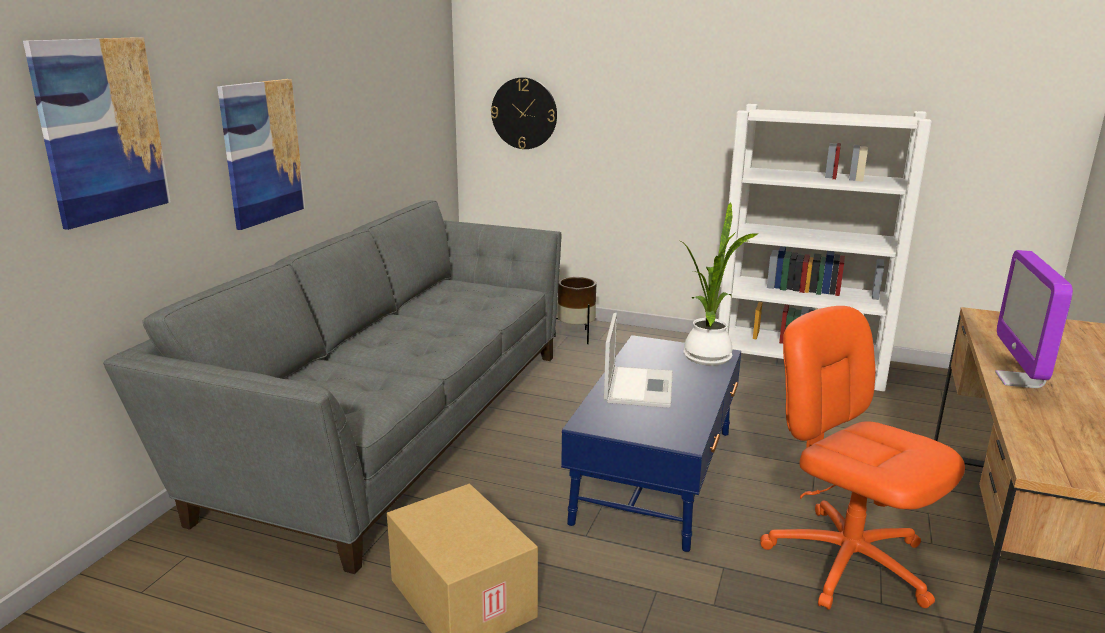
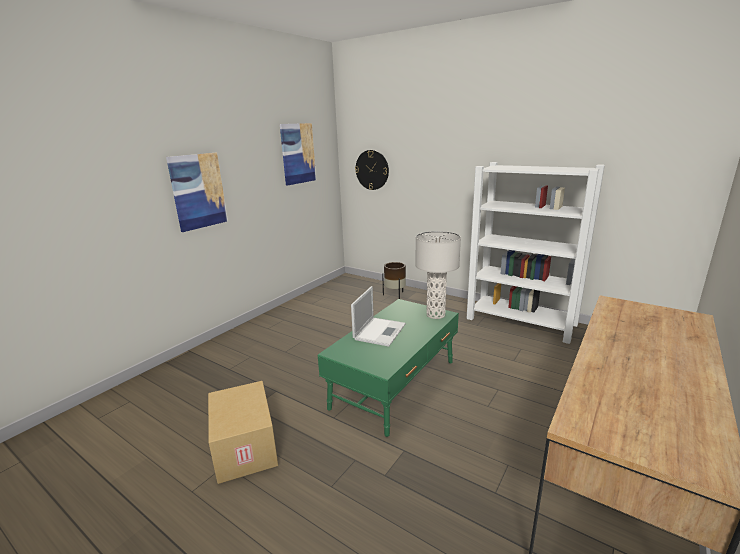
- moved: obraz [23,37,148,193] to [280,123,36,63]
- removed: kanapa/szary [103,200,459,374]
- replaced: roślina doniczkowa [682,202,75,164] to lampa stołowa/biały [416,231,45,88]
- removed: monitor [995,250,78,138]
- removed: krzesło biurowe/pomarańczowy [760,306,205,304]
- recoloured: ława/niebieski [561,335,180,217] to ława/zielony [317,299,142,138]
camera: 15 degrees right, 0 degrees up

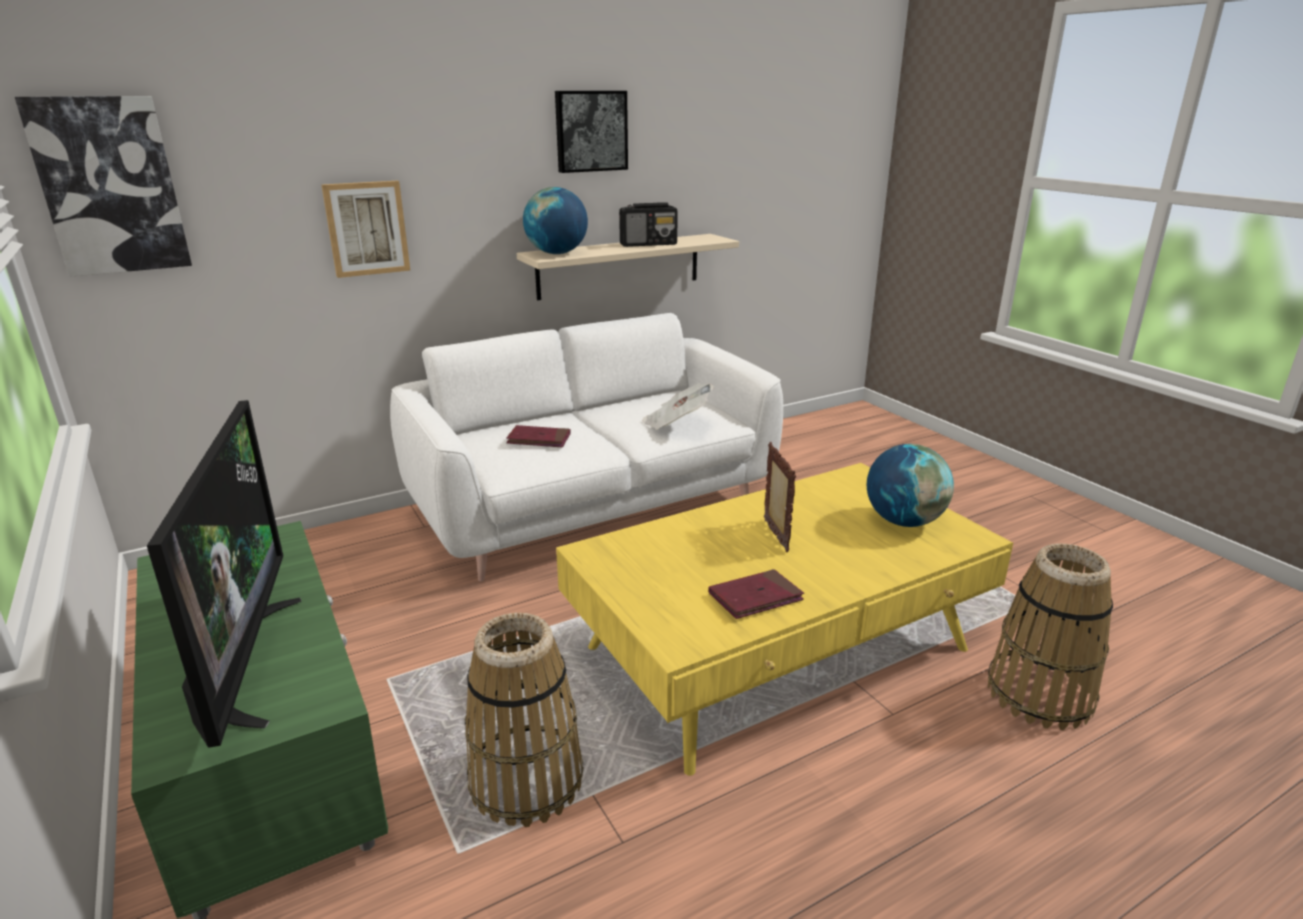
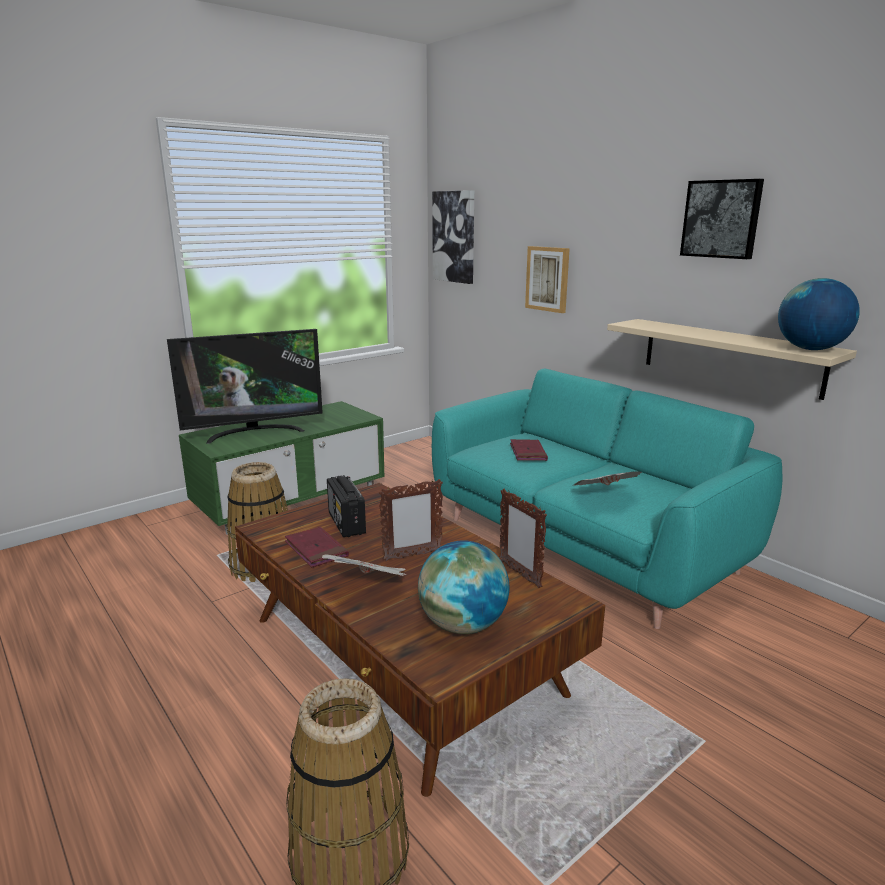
- moved: globus [523,187,65,67] to [778,278,82,72]
- moved: radio [619,202,59,45] to [327,475,39,62]
- recoloured: kanapa/biały [390,313,393,268] to kanapa/turkusowy [432,369,350,260]
- recoloured: ława/żółty [556,463,457,313] to ława/brązowy [235,483,370,314]
- added: ramka na zdjęcie [499,489,48,99]
- added: gazeta [322,554,85,22]
camera: 80 degrees right, 5 degrees down

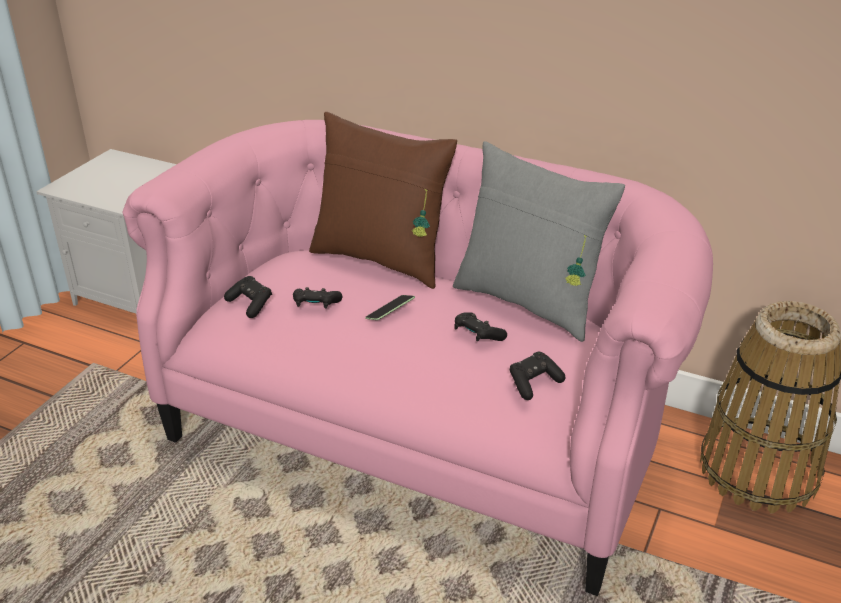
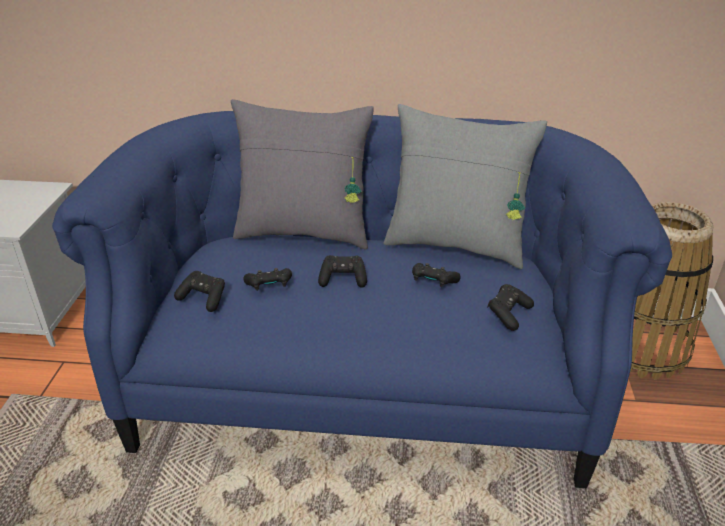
- recoloured: poduszka/brązowy [309,112,148,177] to poduszka/szary [231,99,143,151]
- recoloured: kanapa/różowy [123,120,590,476] to kanapa/niebieski [52,111,620,377]
- replaced: telefon [365,295,50,25] to pad do gier/czarny [318,255,49,33]
camera: 20 degrees left, 0 degrees up

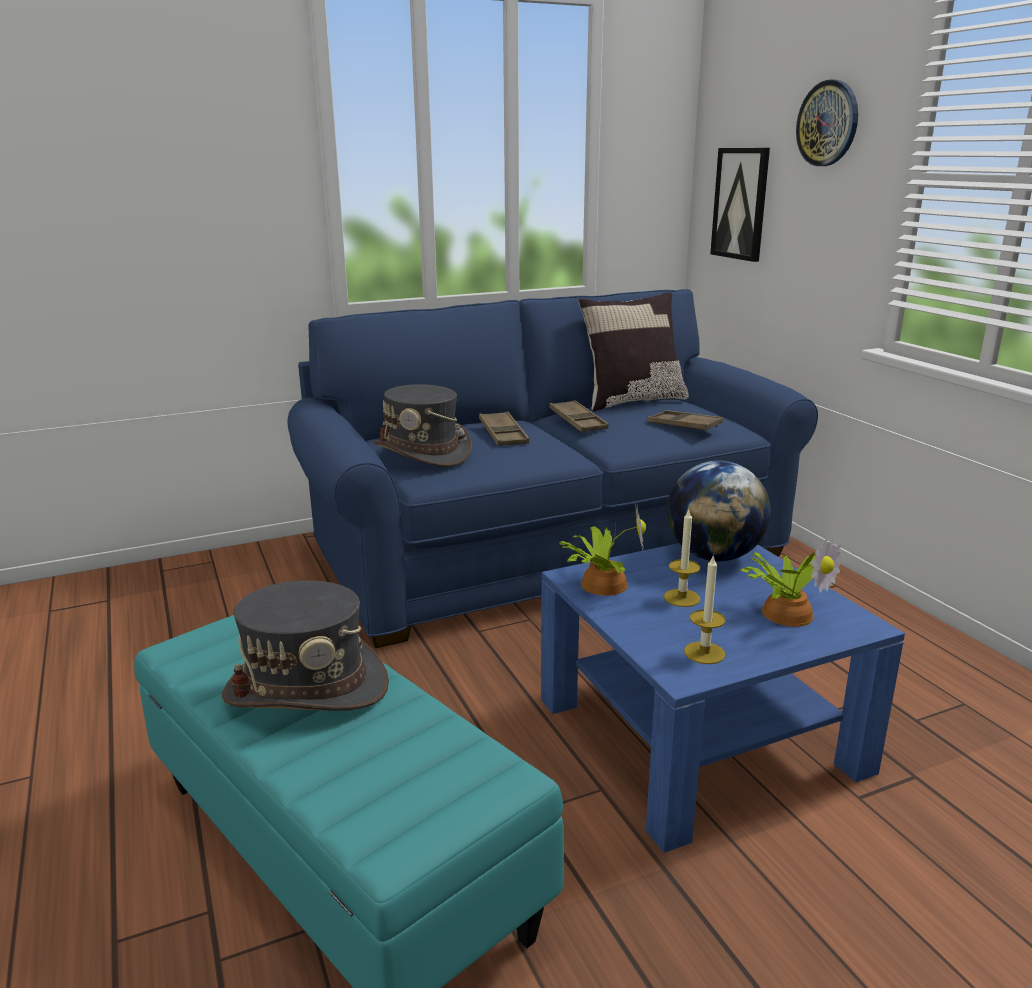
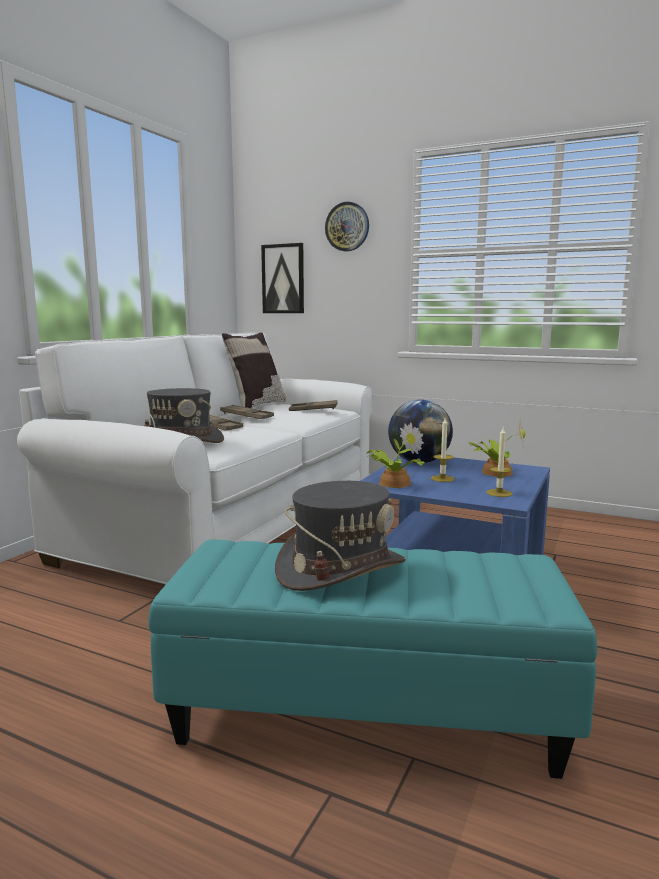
- recoloured: kanapa/niebieski [287,289,531,359] to kanapa/biały [17,332,356,252]
camera: 40 degrees left, 10 degrees down

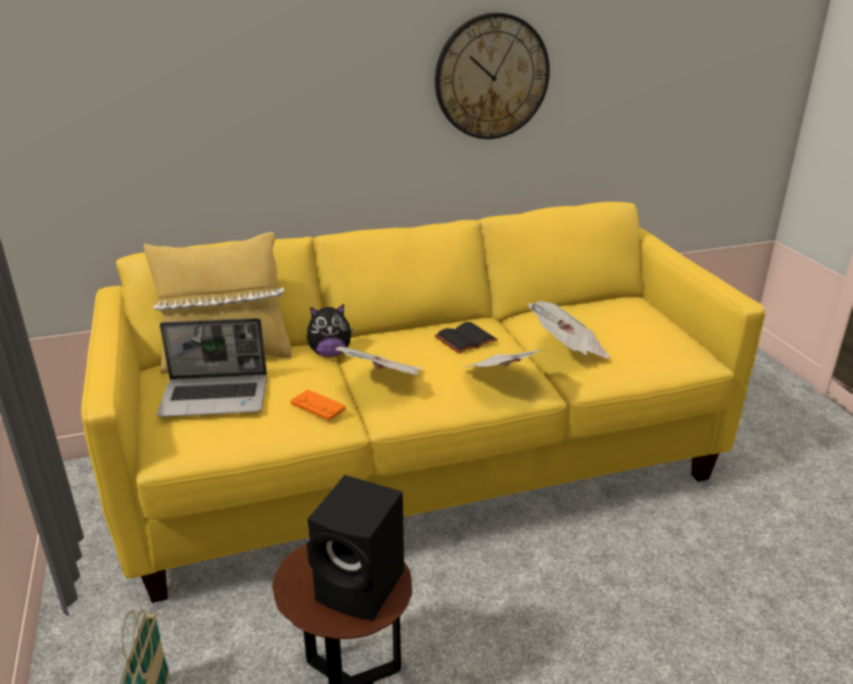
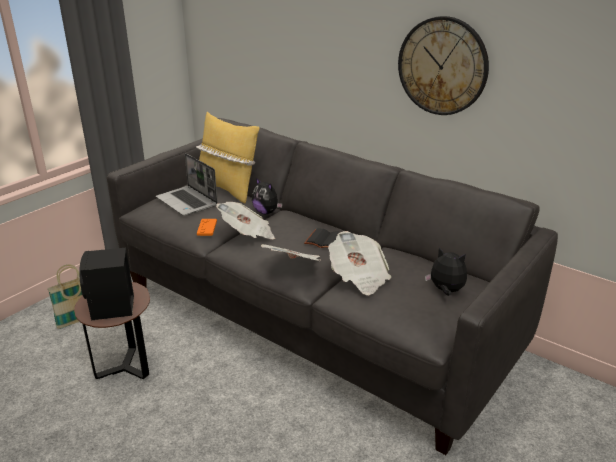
- recoloured: kanapa/żółty [81,202,684,401] to kanapa/szary [107,118,451,337]
- added: pluszak [425,247,42,49]
camera: 55 degrees right, 0 degrees up

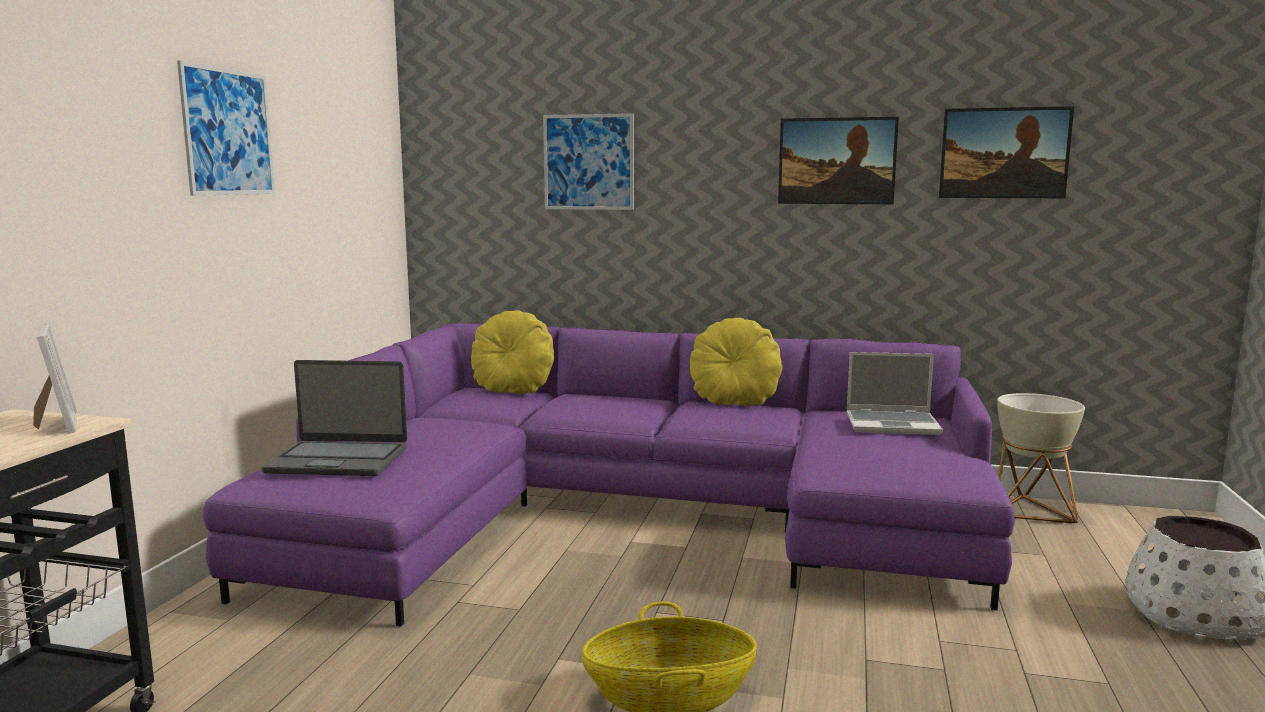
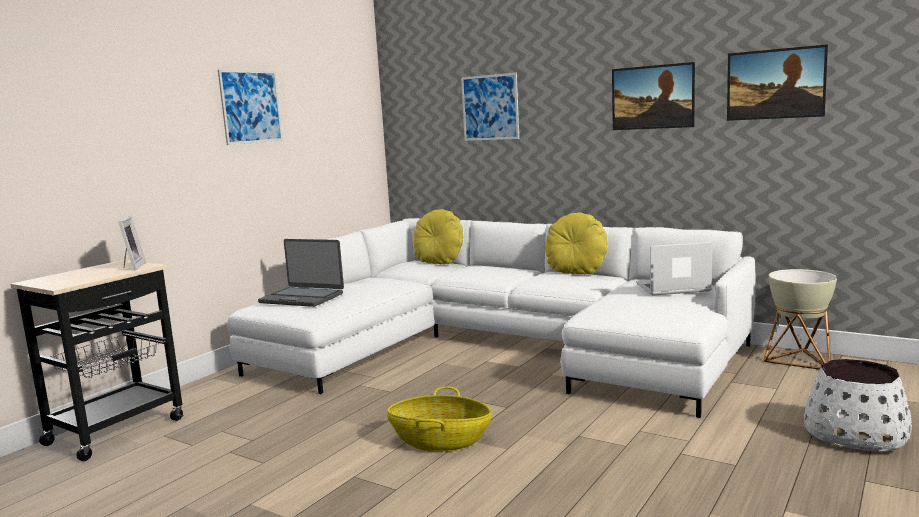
- recoloured: kanapa/fioletowy [203,323,812,304] to kanapa/biały [227,218,529,200]
- turned: laptop [846,352,97,83] = [636,242,76,54] 150 degrees clockwise
camera: 20 degrees right, 0 degrees up

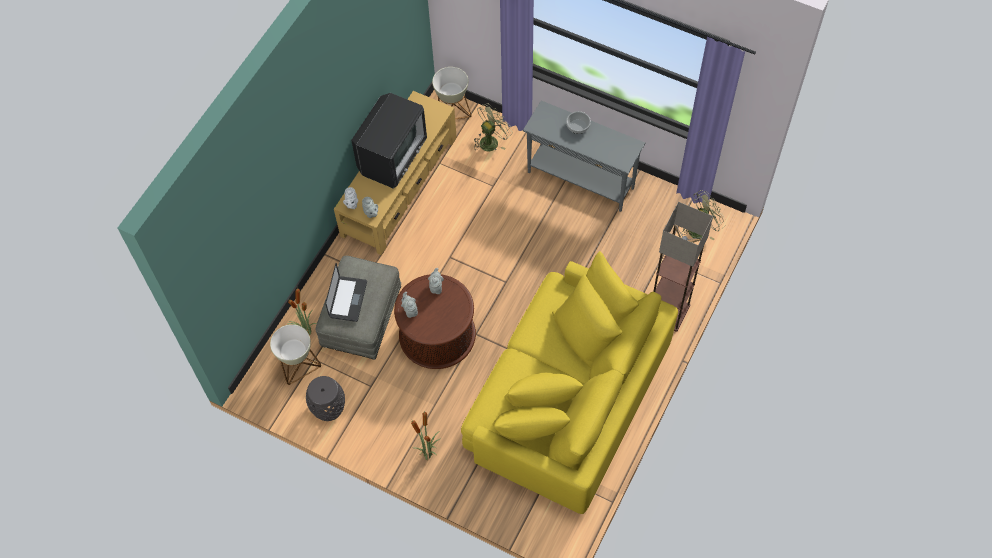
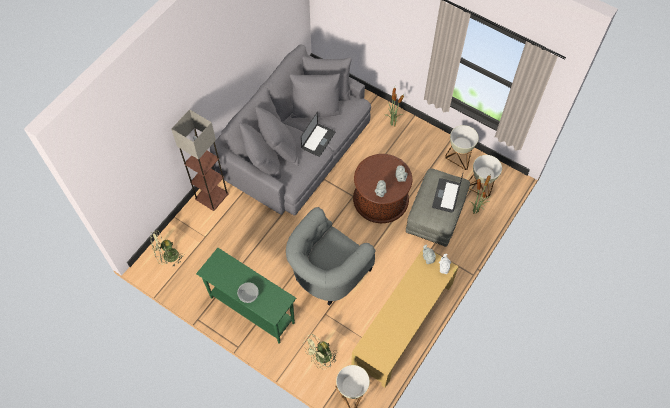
- removed: telewizor [351,93,76,96]
- recoloured: stolik konsolowy/szary [523,100,122,112] to stolik konsolowy/zielony [196,248,100,96]
- recoloured: kanapa/żółty [461,251,217,263] to kanapa/szary [210,44,161,172]
- replaced: stołek/szary [306,376,39,45] to donica [445,125,34,45]
- added: laptop [301,112,34,45]
- added: fotel/szary [286,207,89,99]
camera: 175 degrees left, 0 degrees up

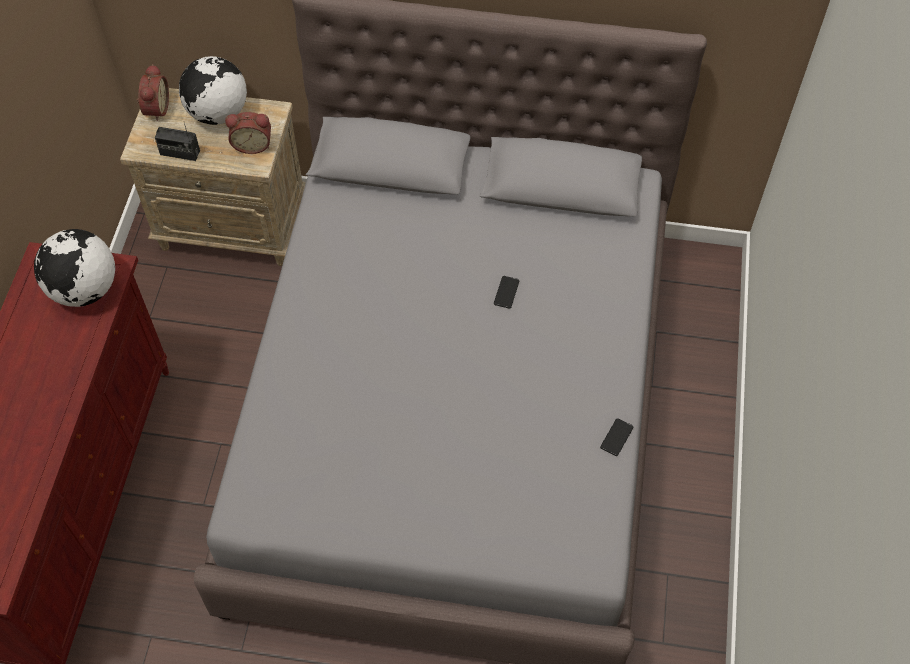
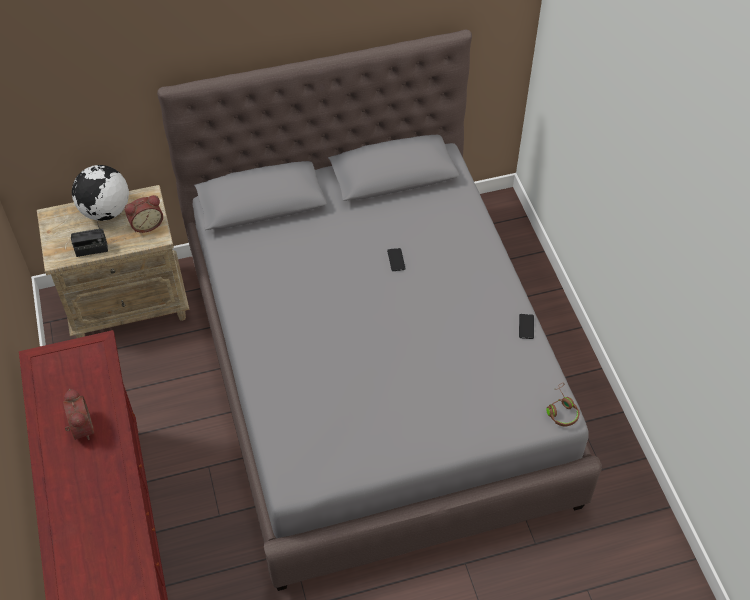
- moved: budzik [137,64,32,58] to [63,389,31,51]
- removed: globus [34,229,81,78]
- added: słuchawki/brązowy [546,383,33,44]
camera: 25 degrees left, 5 degrees down

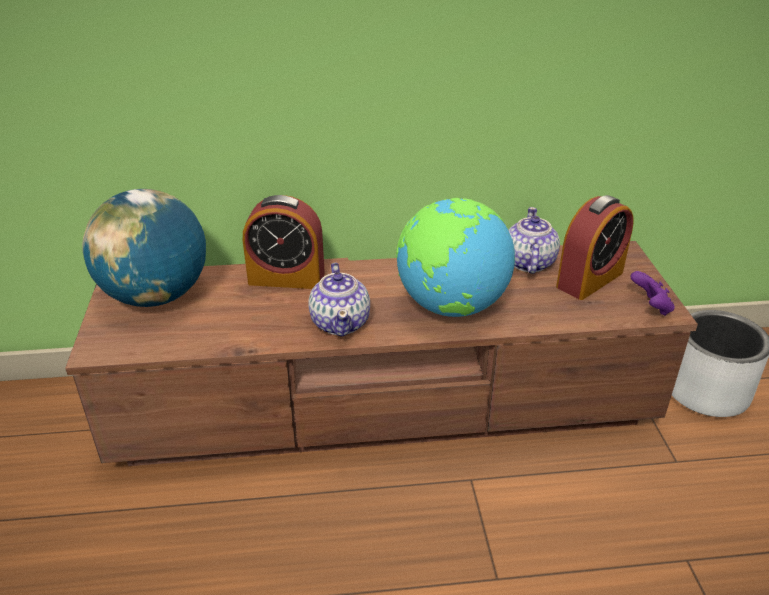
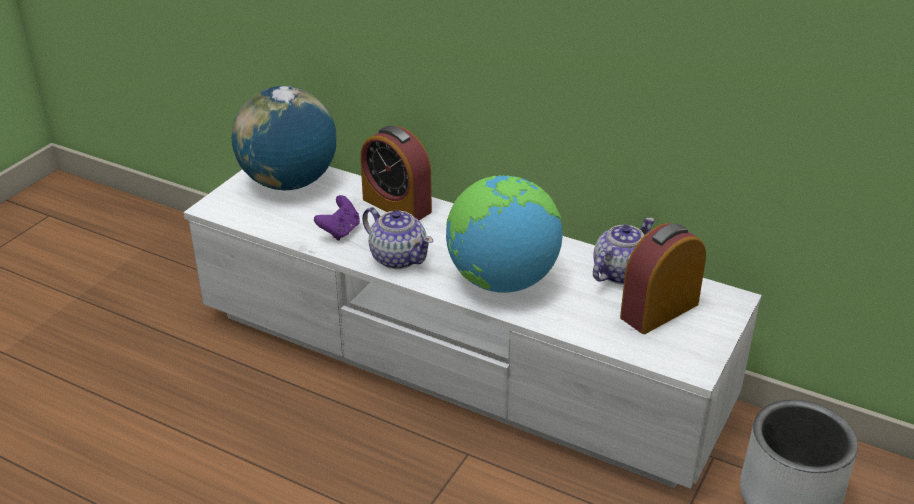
- turned: budzik [556,195,78,105] = [620,223,86,111] 150 degrees clockwise
- recoloured: szafka pod telewizor/brązowy [65,241,633,225] to szafka pod telewizor/biały [183,166,579,323]
- turned: imbryk [308,263,62,74] = [362,207,71,62] 75 degrees counterclockwise
- moved: pad do gier/fioletowy [630,271,45,45] to [314,195,46,46]
camera: 35 degrees right, 0 degrees up

